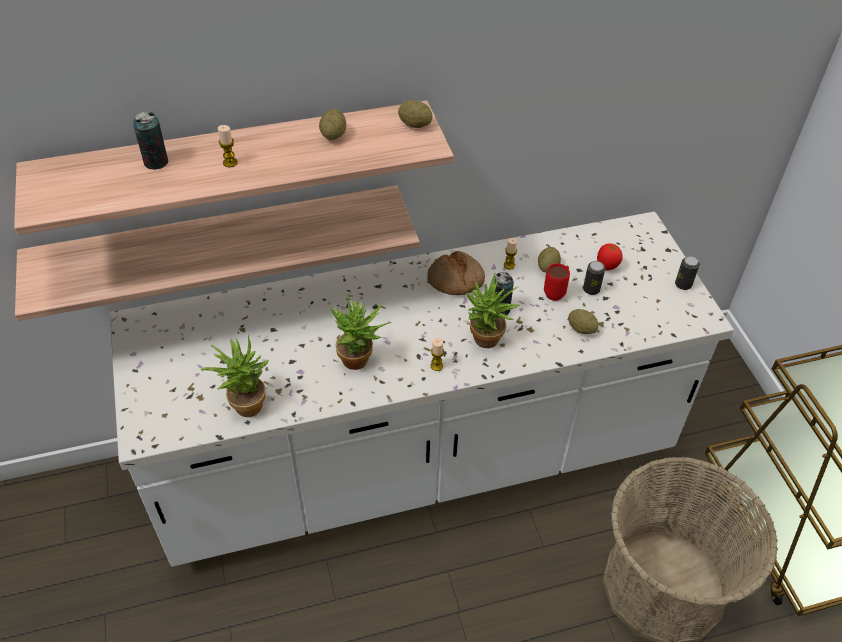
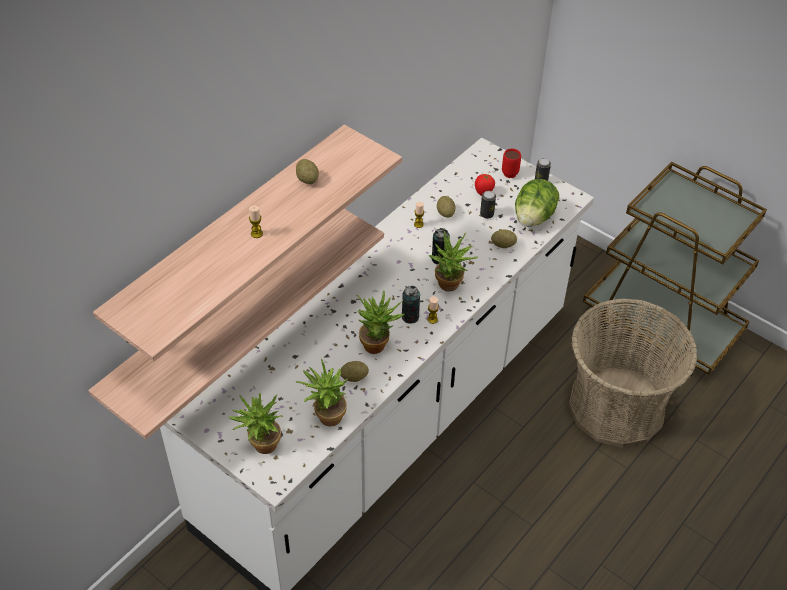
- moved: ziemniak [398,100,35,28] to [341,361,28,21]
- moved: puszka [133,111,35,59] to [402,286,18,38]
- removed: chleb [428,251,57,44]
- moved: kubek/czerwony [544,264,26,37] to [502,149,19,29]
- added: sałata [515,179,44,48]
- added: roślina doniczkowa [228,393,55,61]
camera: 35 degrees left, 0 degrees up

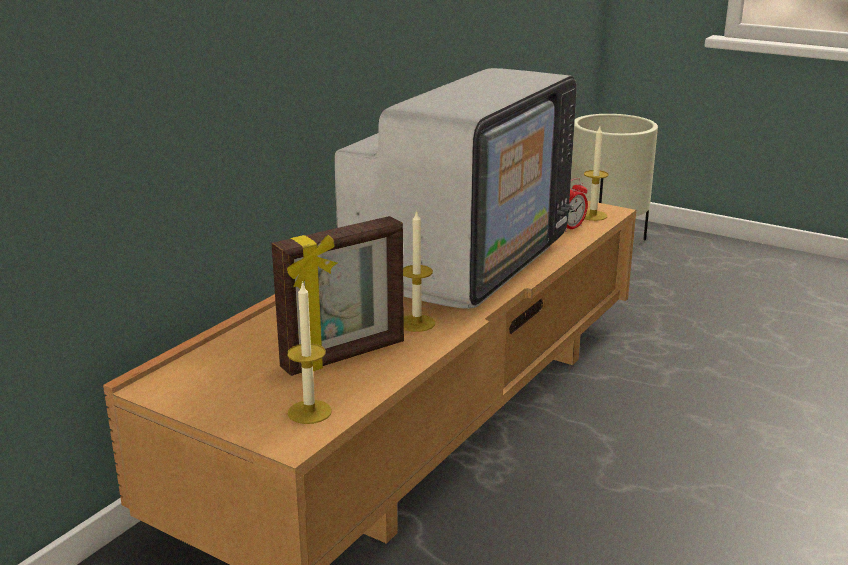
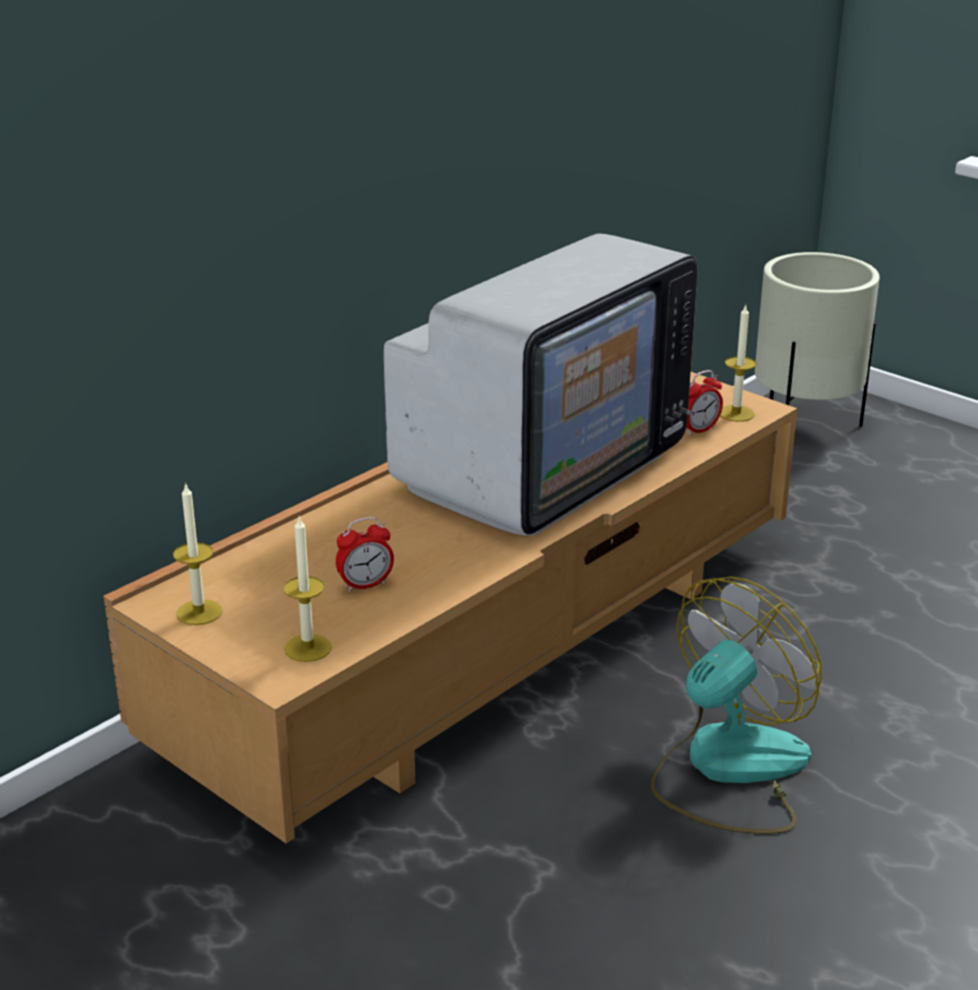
- moved: świeca [403,210,32,122] to [173,482,49,143]
- replaced: ramka na zdjęcie [272,216,132,160] to budzik [336,517,58,75]
- added: wentylator [651,577,171,257]
camera: 10 degrees right, 5 degrees up

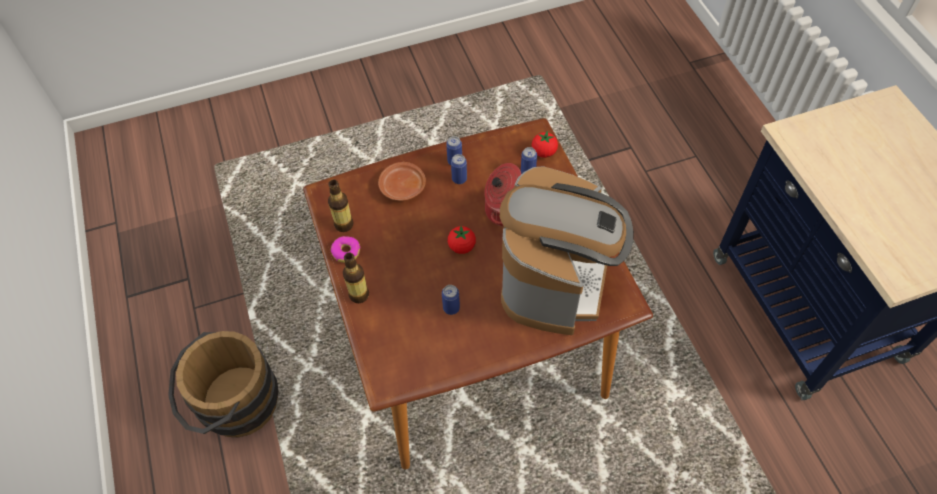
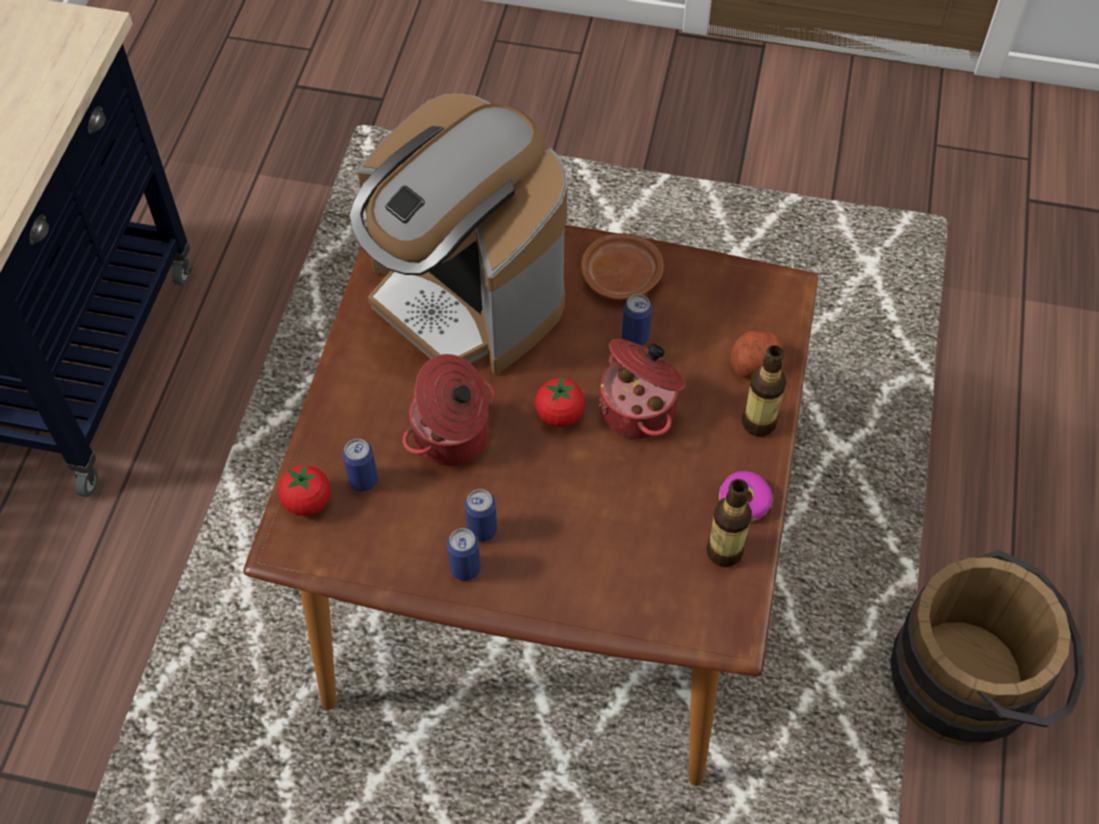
- moved: talerz/brązowy [378,162,48,39] to [581,233,83,67]
- turned: ekspres do kawy [500,166,134,169] = [349,94,218,280] 90 degrees counterclockwise
- added: ziemniak [731,331,52,46]
- added: garnek [599,339,86,100]
camera: 150 degrees left, 0 degrees up

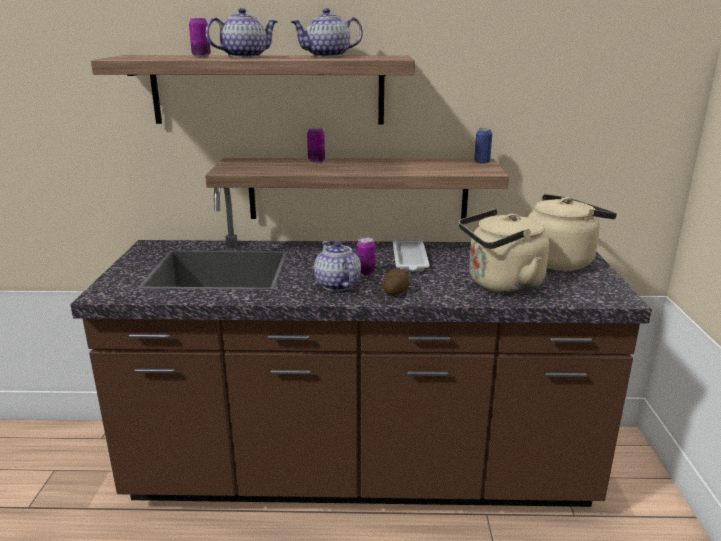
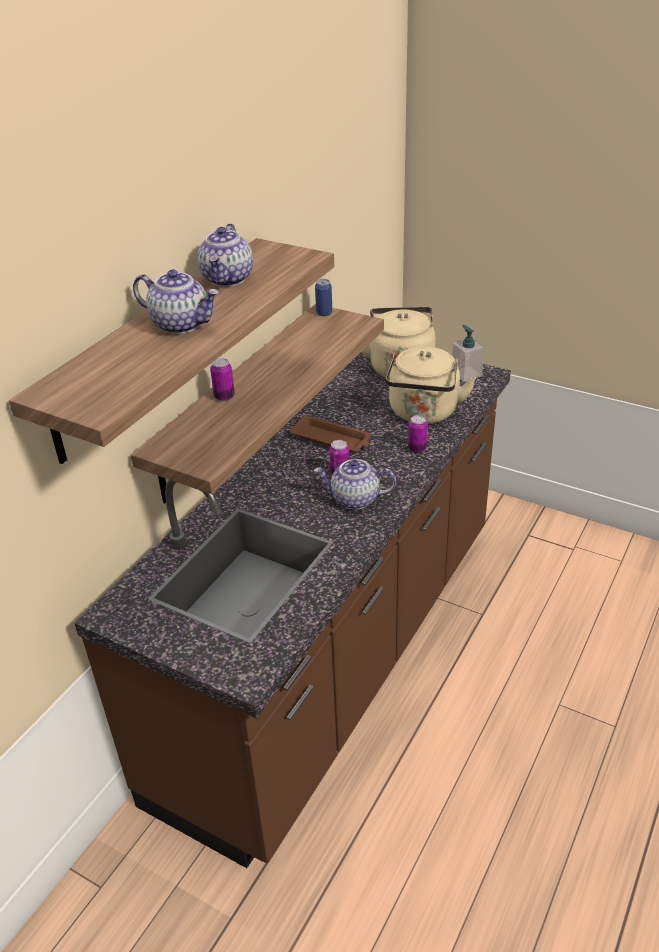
- turned: imbryk [206,8,72,50] = [133,269,86,65] 120 degrees clockwise
- moved: puszka [189,18,22,39] to [408,415,20,38]
- recoloured: taca/biały [393,239,37,32] to taca/brązowy [290,415,81,38]
- removed: ziemniak [383,269,26,27]
- added: dozownik mydła [452,325,33,57]
camera: 60 degrees left, 15 degrees up

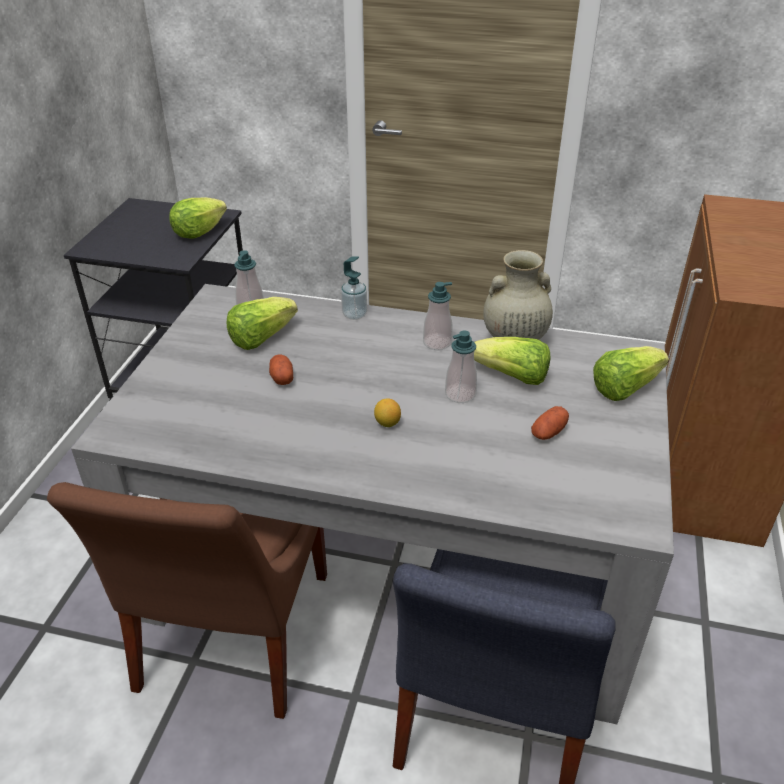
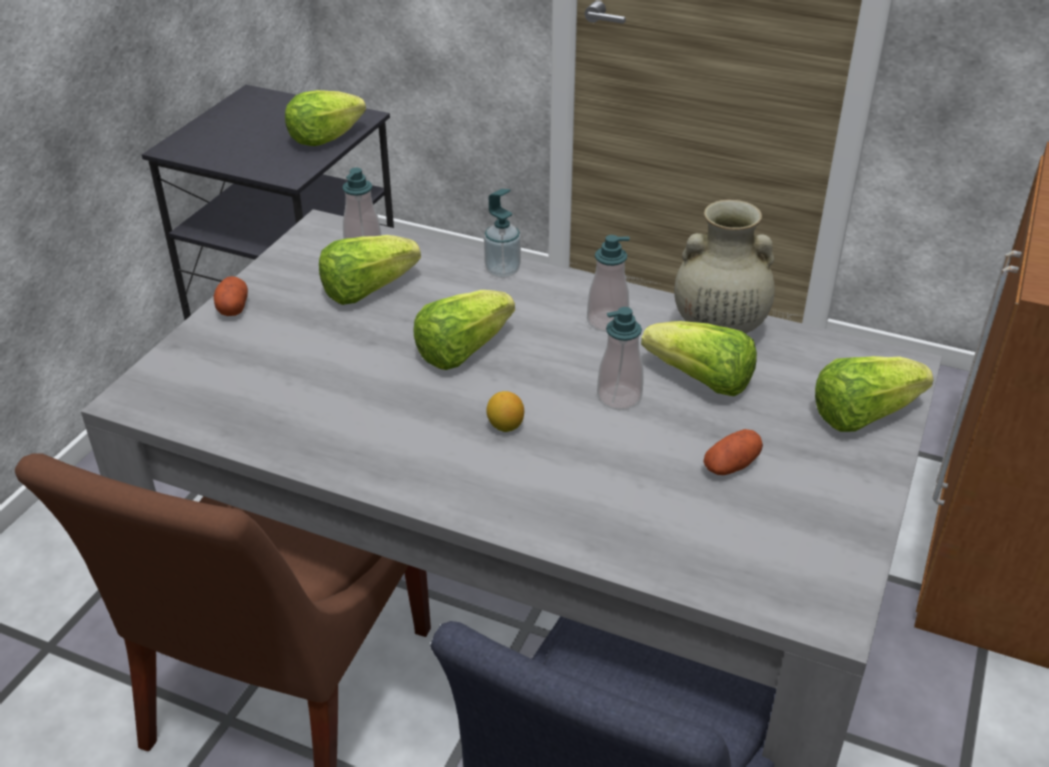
- moved: ziemniak [269,354,24,31] to [213,276,35,40]
- added: sałata [414,290,101,80]
camera: 10 degrees right, 0 degrees up

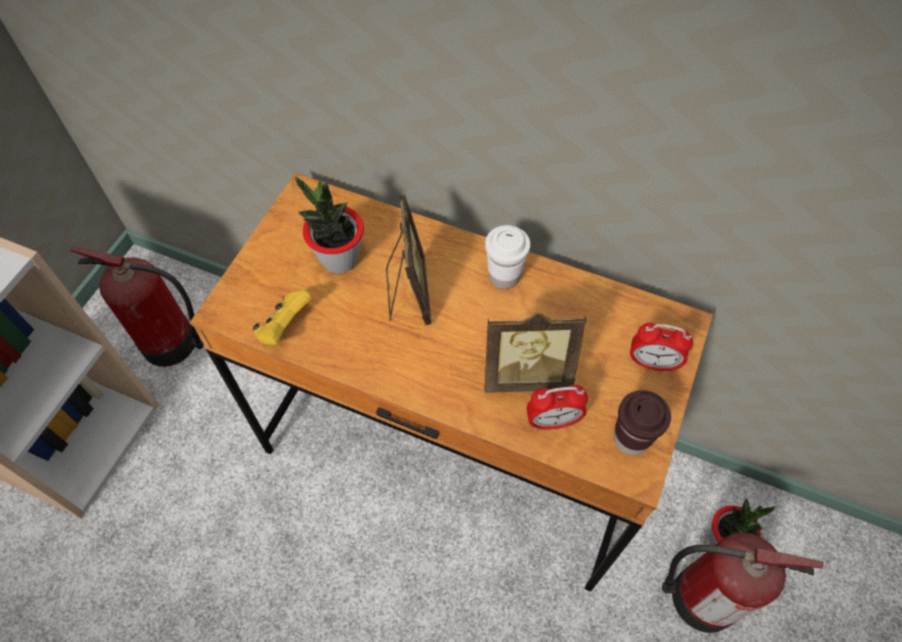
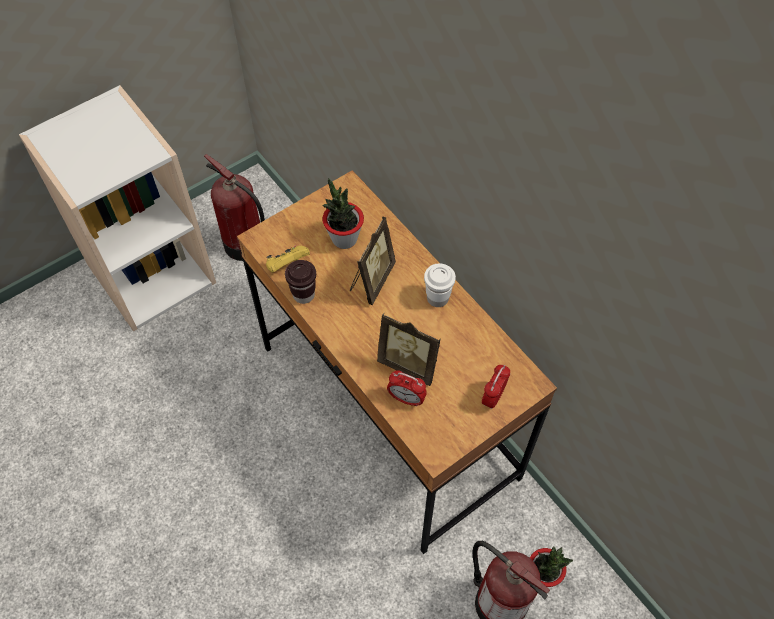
- turned: budzik [630,323,63,49] = [482,365,28,44] 75 degrees clockwise
- moved: filiżanka/brązowy [614,390,57,65] to [285,260,31,44]
camera: 30 degrees right, 0 degrees up

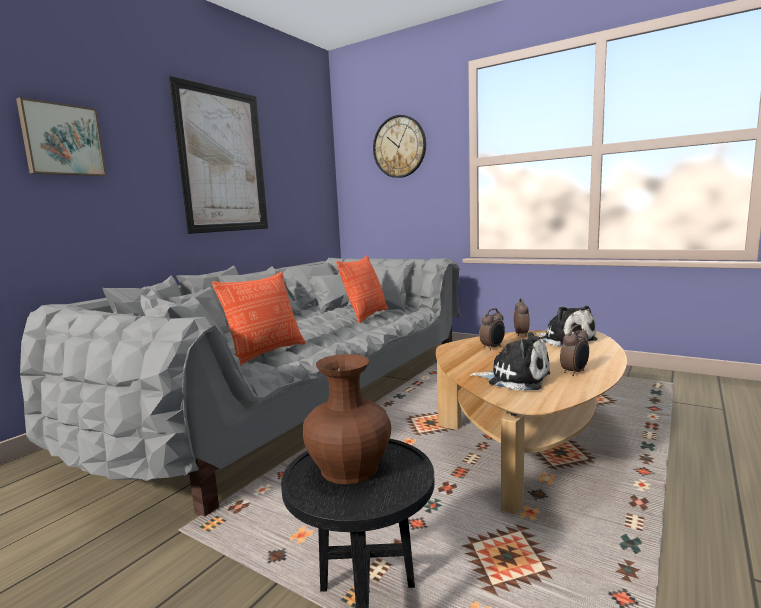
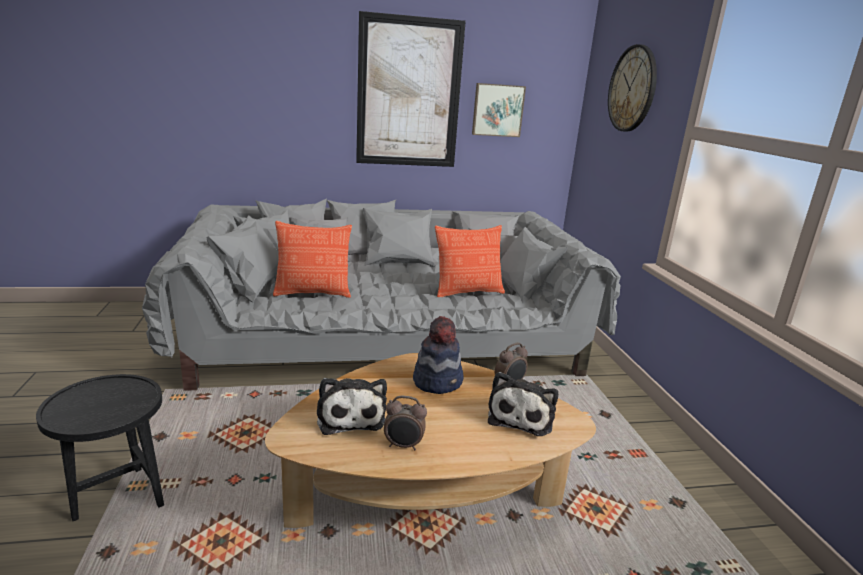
- moved: obraz [16,97,90,79] to [472,83,54,54]
- replaced: budzik [479,308,26,42] to kapelusz [413,316,51,78]
- removed: wazon/brązowy [303,354,88,131]
camera: 45 degrees right, 10 degrees up

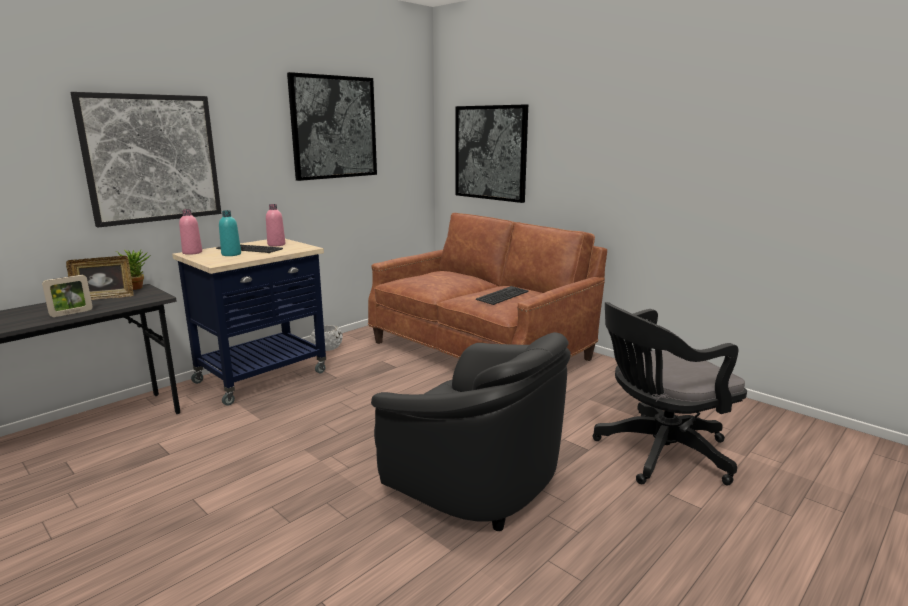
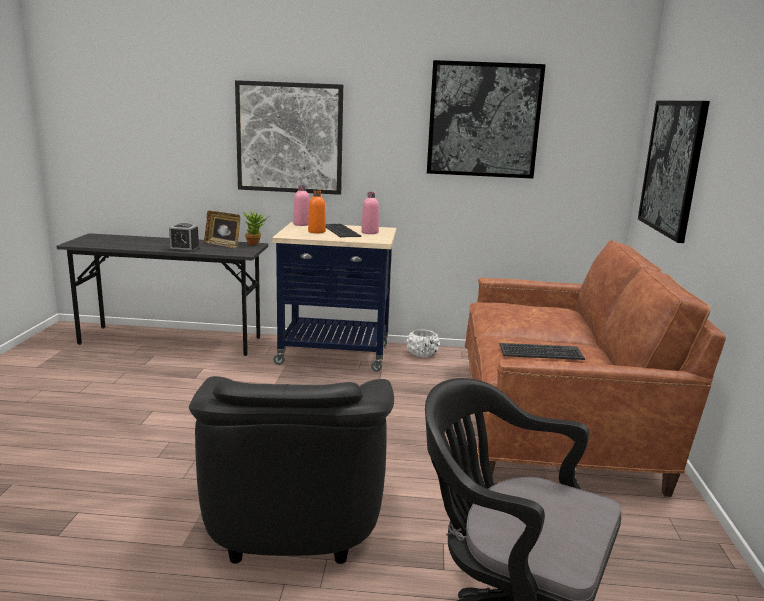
- recoloured: butelka/turkusowy [219,210,22,46] to butelka/pomarańczowy [308,190,18,43]
- replaced: ramka na zdjęcie [42,275,51,42] to budzik [169,223,31,29]
camera: 50 degrees right, 0 degrees up

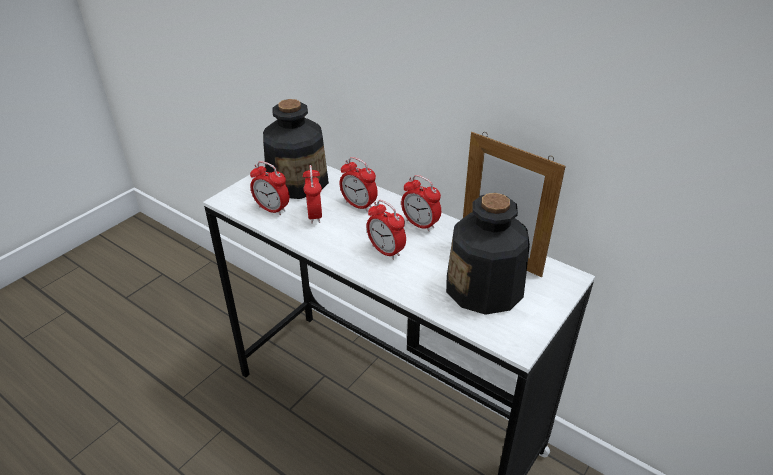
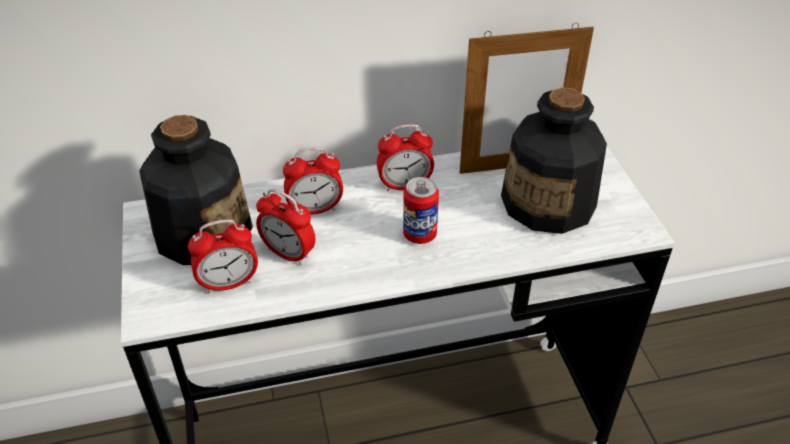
- replaced: budzik [367,200,39,60] to puszka [403,177,36,67]
camera: 50 degrees left, 5 degrees up

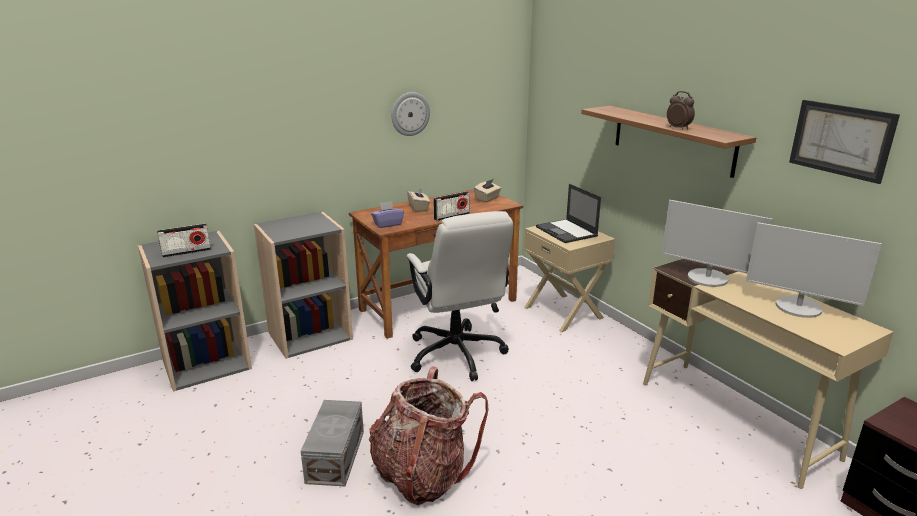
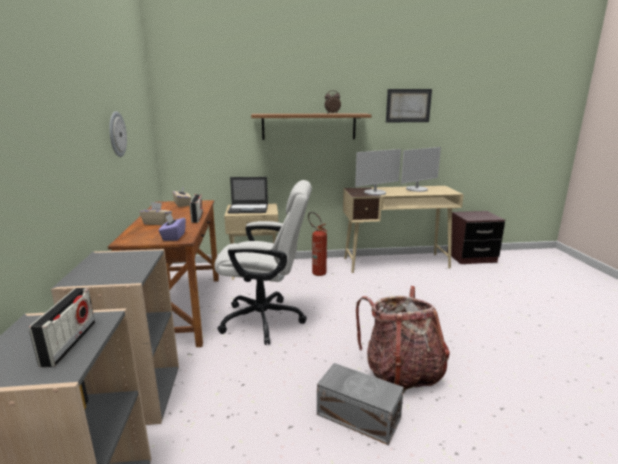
- added: gaśnica [308,212,19,64]
camera: 65 degrees left, 5 degrees down

